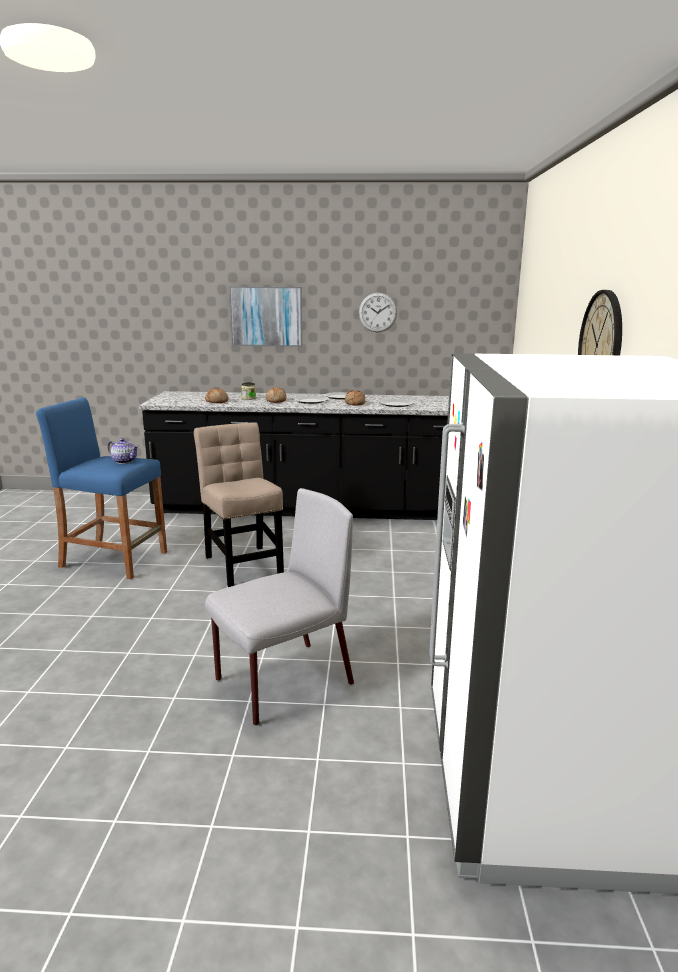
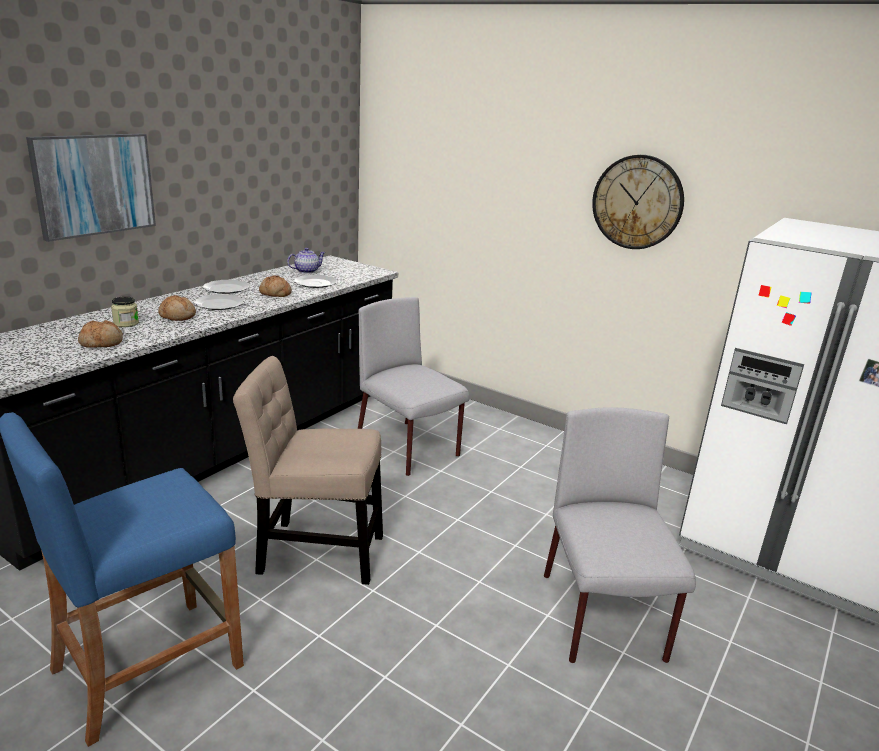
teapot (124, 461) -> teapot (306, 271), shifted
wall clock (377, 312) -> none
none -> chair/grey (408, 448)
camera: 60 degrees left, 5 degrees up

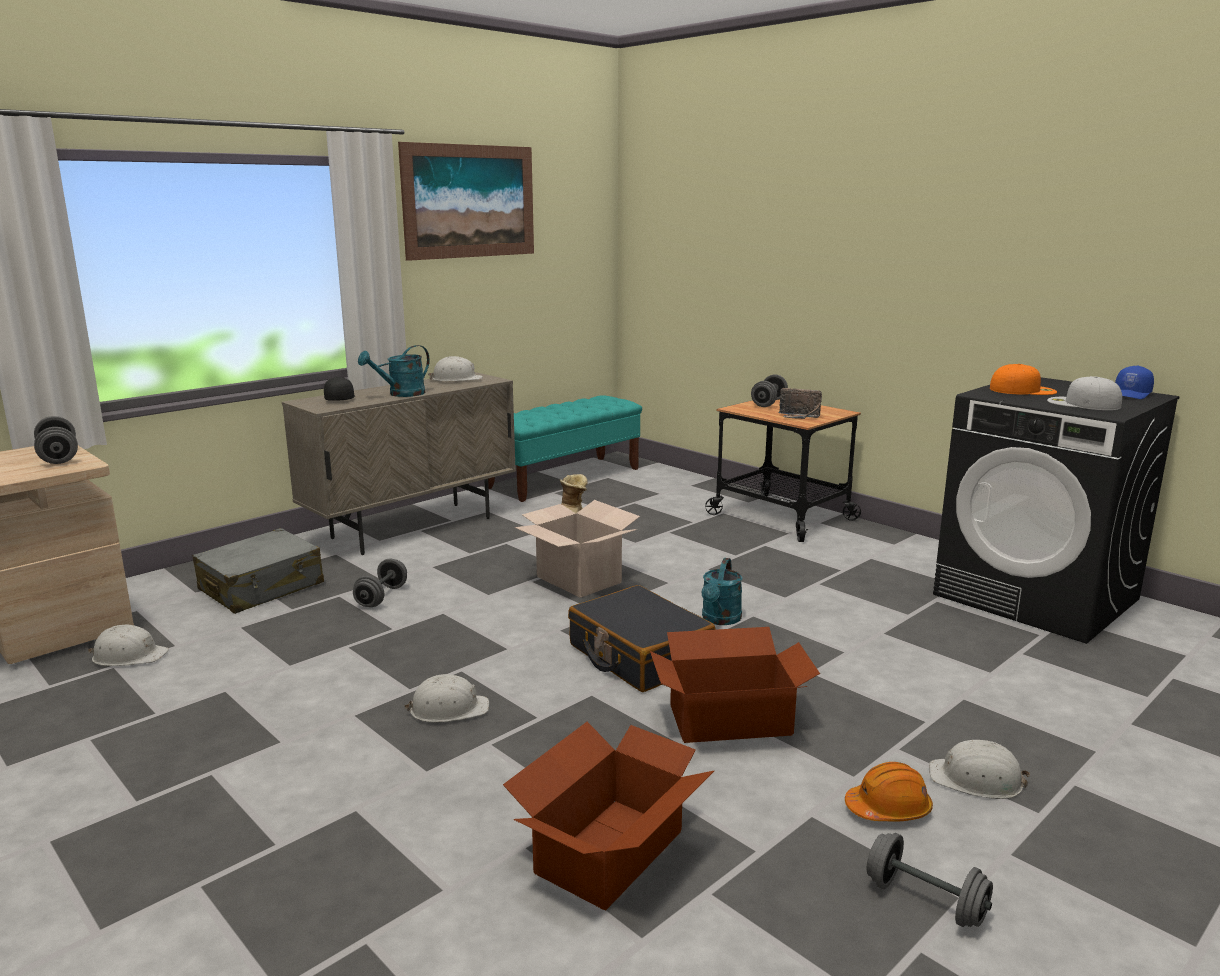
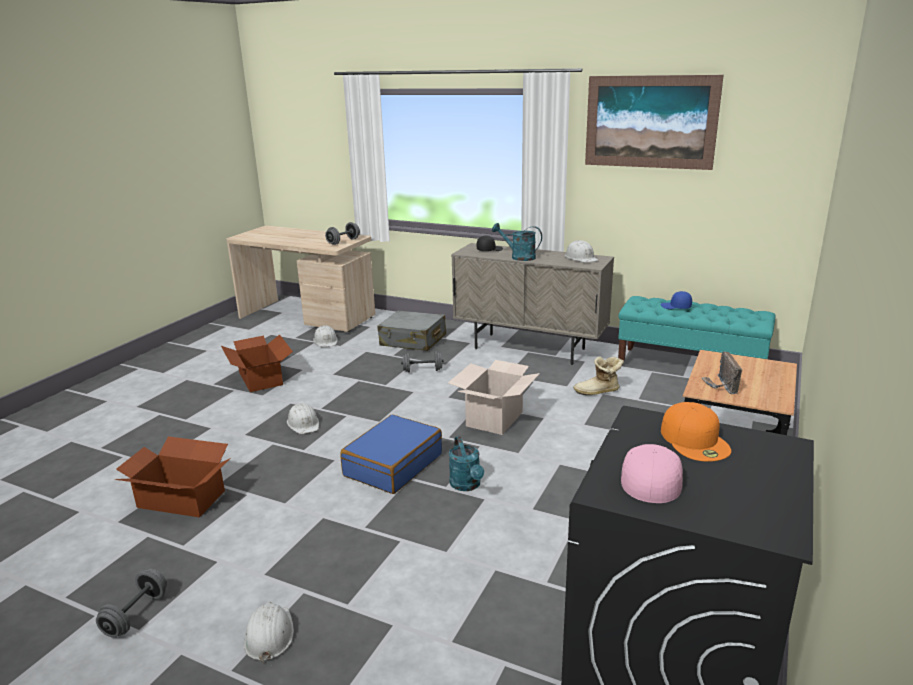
suitcase/black (639, 655) -> suitcase/blue (393, 465)
cardboard box (728, 719) -> cardboard box (261, 378), shifted
watering can/turquoise (720, 620) -> watering can/turquoise (467, 485), 105 degrees counterclockwise
dumbbell/grey (768, 403) -> none
hard hat/orange (888, 809) -> none
cap/white (1082, 403) -> cap/pink (650, 477)
cap/blue (1131, 394) -> cap/blue (676, 307), shifted
camera: 70 degrees right, 5 degrees up

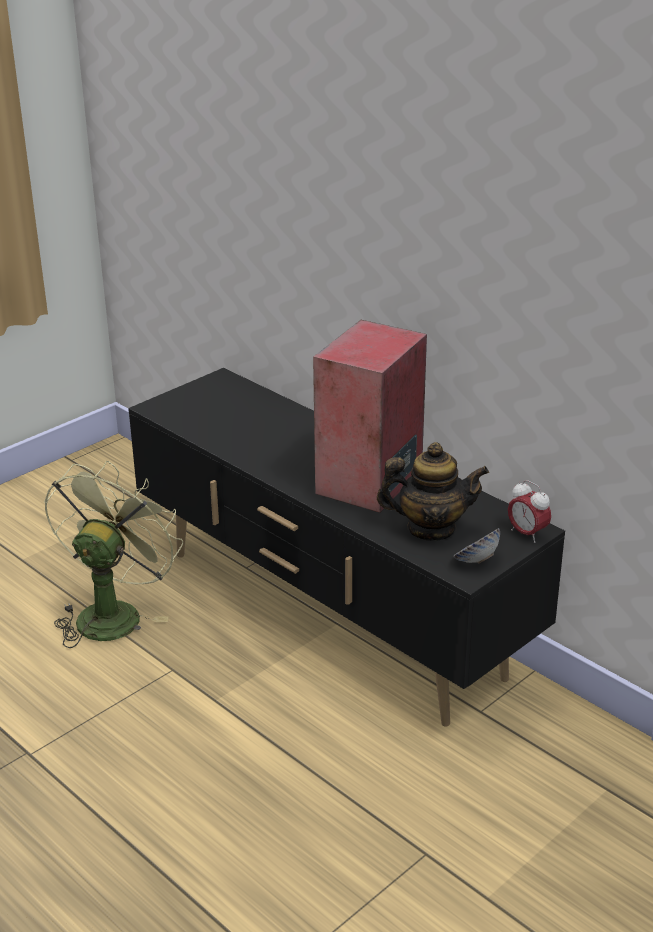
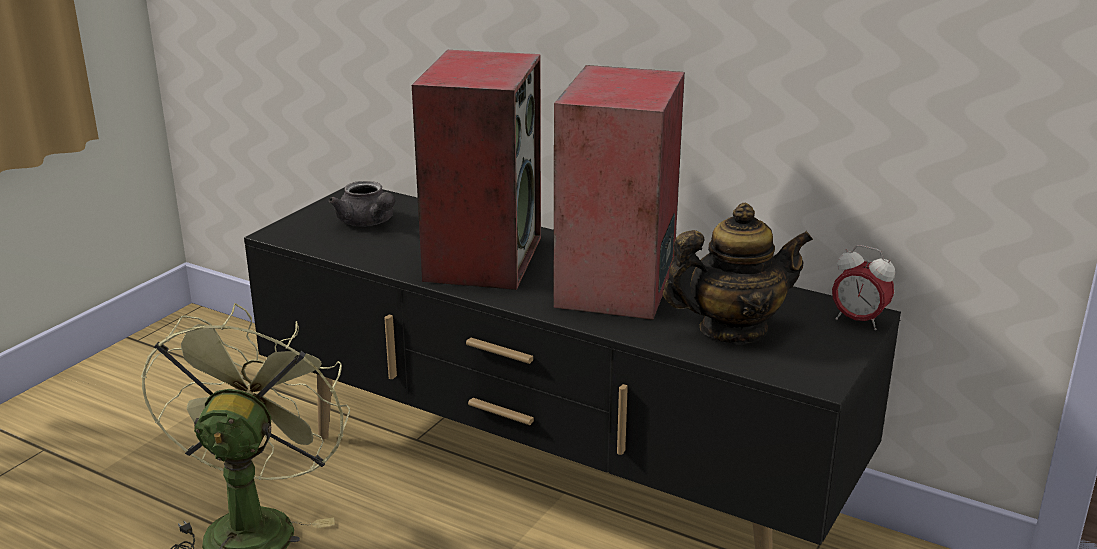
bowl (476, 561) -> none
none -> teapot/grey (368, 223)
none -> speaker (482, 257)
camera: 15 degrees left, 5 degrees down

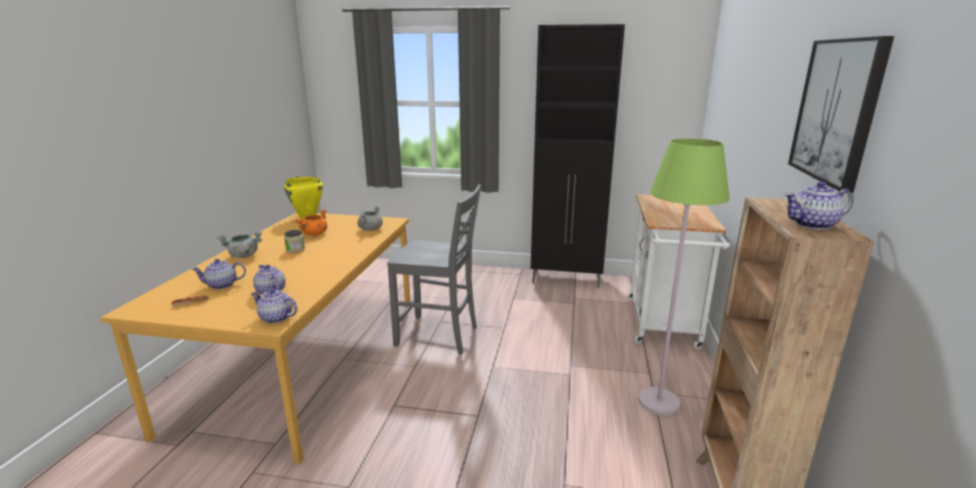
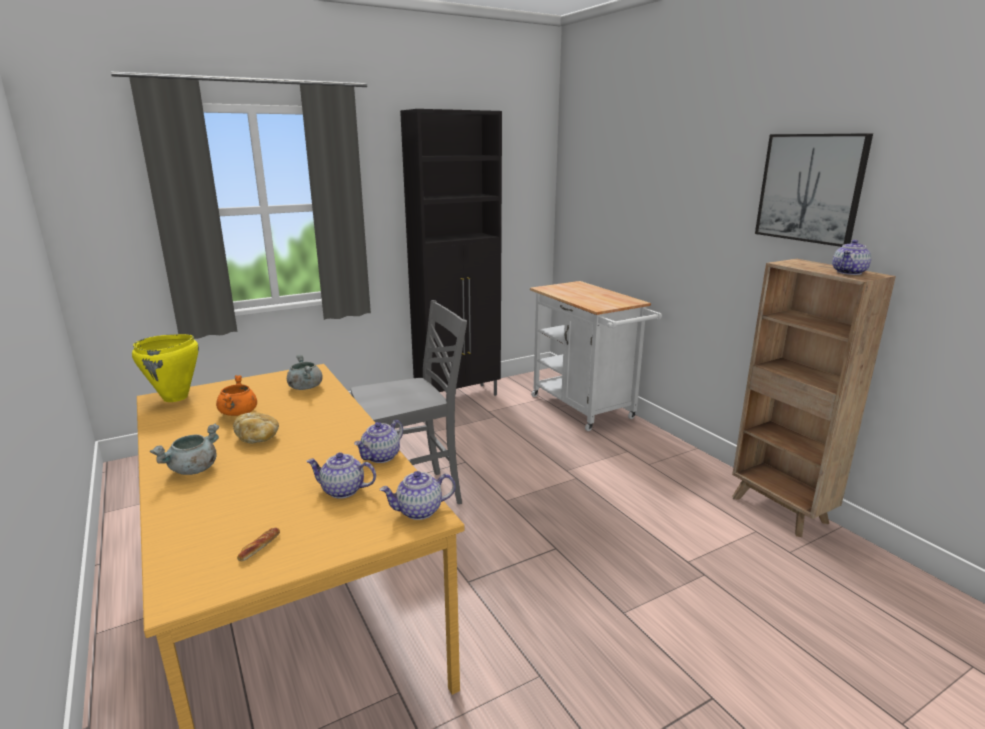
teapot (221, 285) -> teapot (381, 457), shifted
jar (295, 250) -> bread (258, 438)
floor lamp/green (659, 402) -> none
camera: 40 degrees left, 0 degrees up

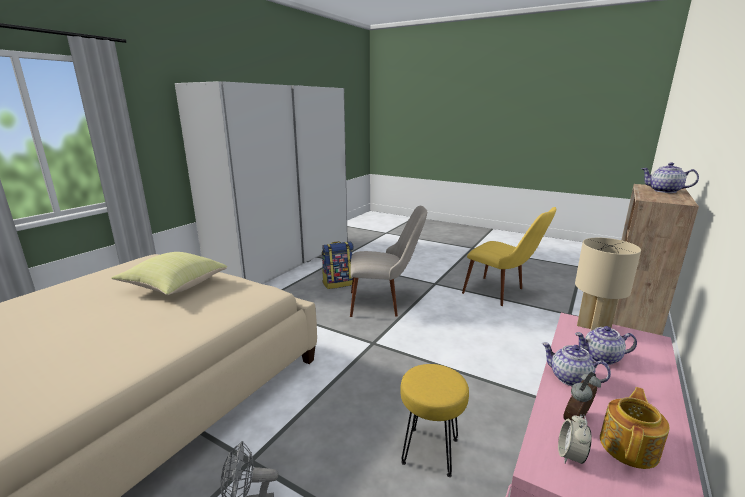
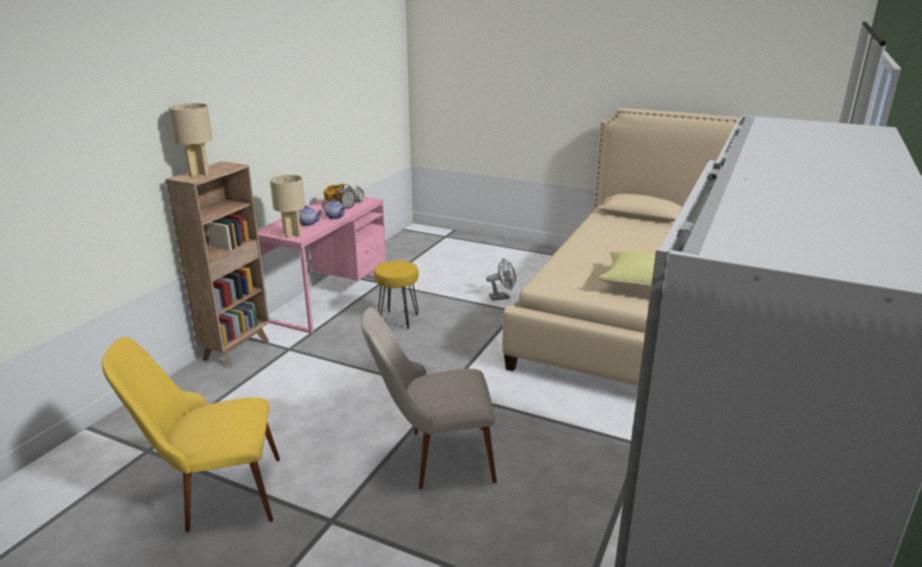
backpack (338, 283) -> none
chair/yellow (502, 294) -> chair/yellow (214, 495), 45 degrees counterclockwise
teapot (664, 191) -> table lamp/beige (199, 173)
camera: 175 degrees right, 5 degrees up

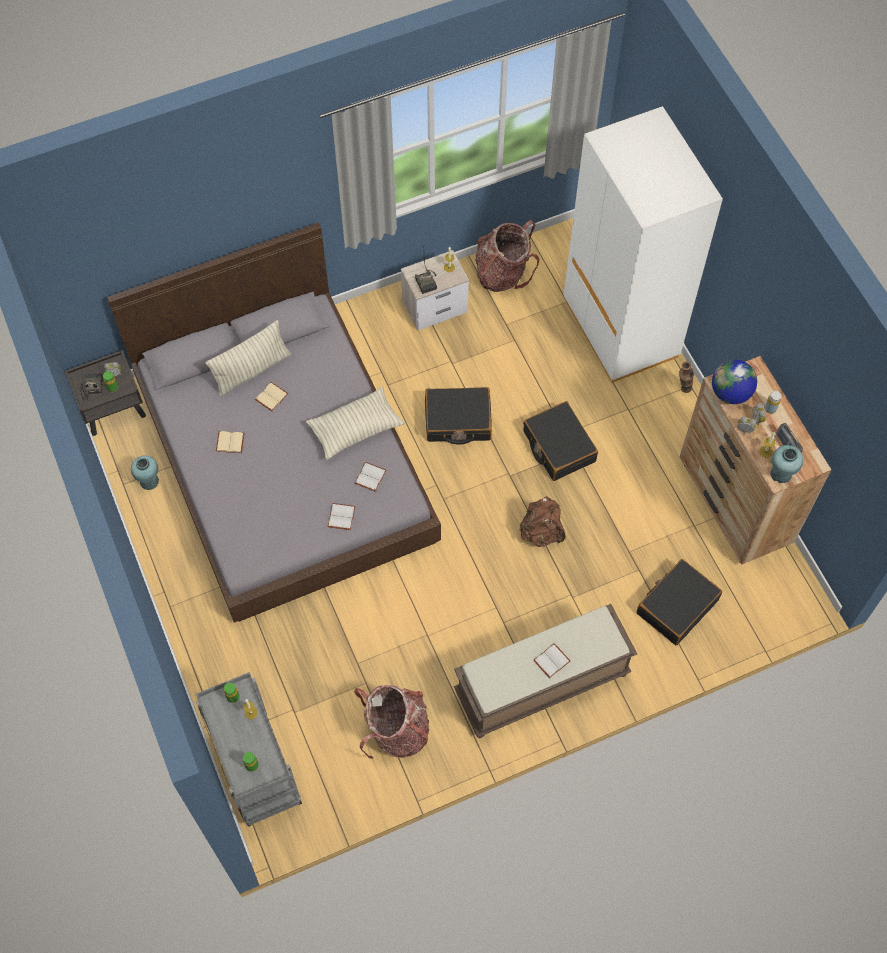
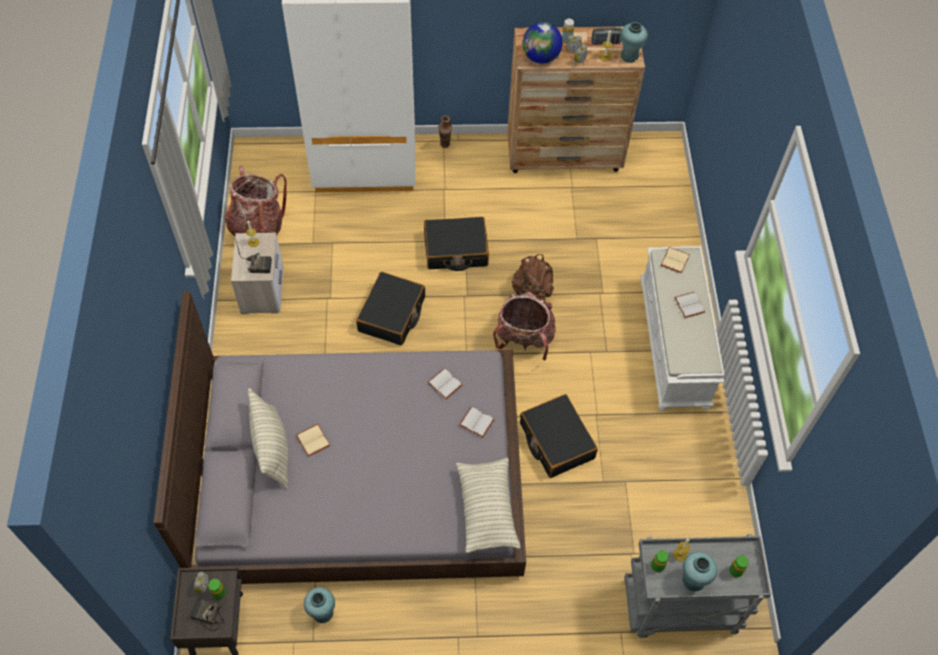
book/beige (230, 442) -> book/beige (674, 260), shifted
pillow (355, 429) -> pillow (487, 509), shifted
backpack (396, 730) -> backpack (523, 339), shifted
bench/brown (541, 684) -> bench/white (674, 344)
suitcase/black (676, 606) -> suitcase/black (556, 441), shifted
none -> vase/turquoise (693, 580)
camera: 70 degrees left, 5 degrees down

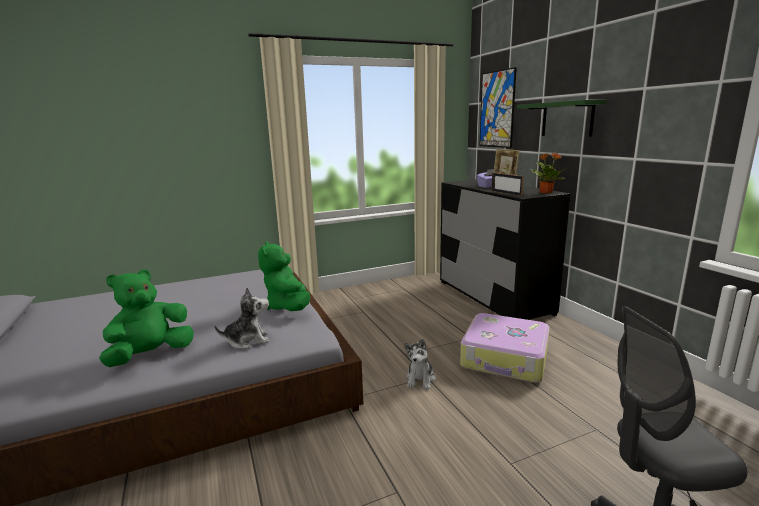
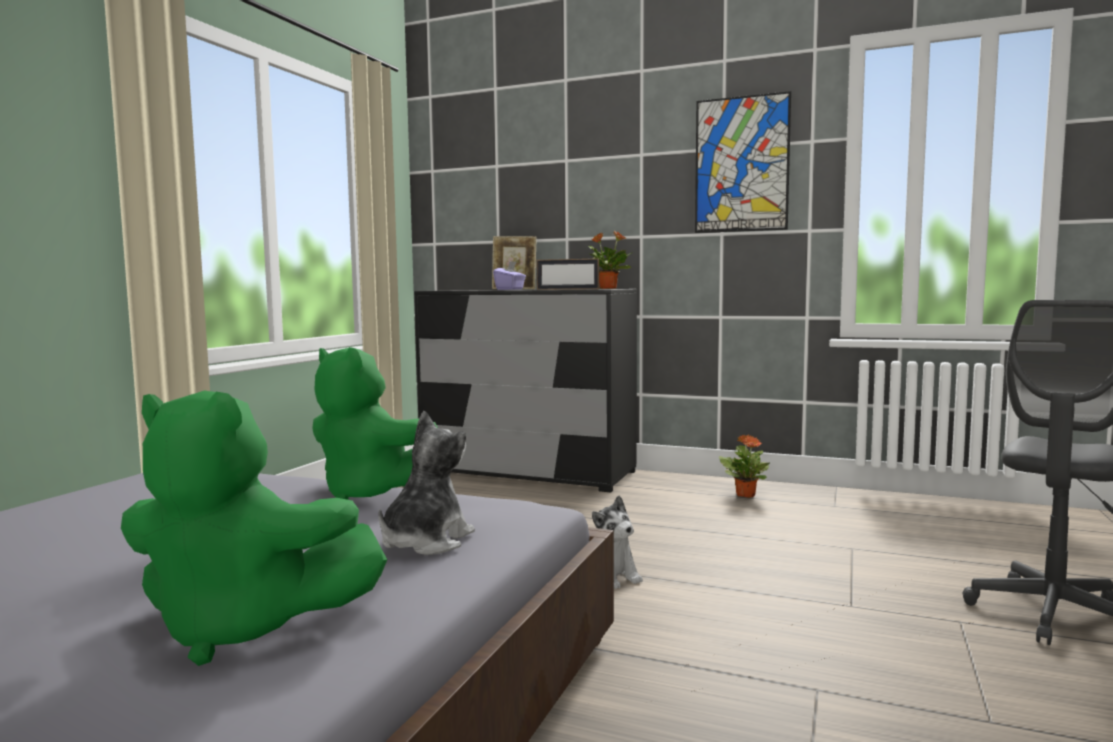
plush toy/green (151, 355) -> plush toy/green (244, 628), 75 degrees counterclockwise
suitcase (505, 358) -> none
picture (497, 109) -> picture (741, 164), shifted
shelf/green (567, 119) -> none
none -> potted plant (745, 495)
camera: 45 degrees left, 10 degrees down

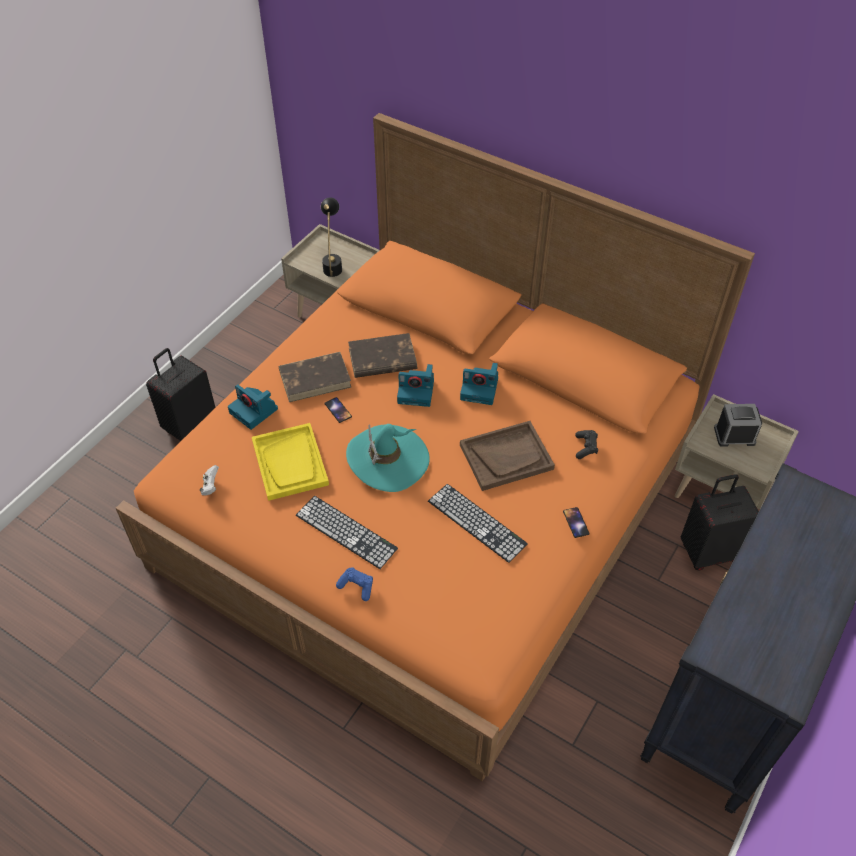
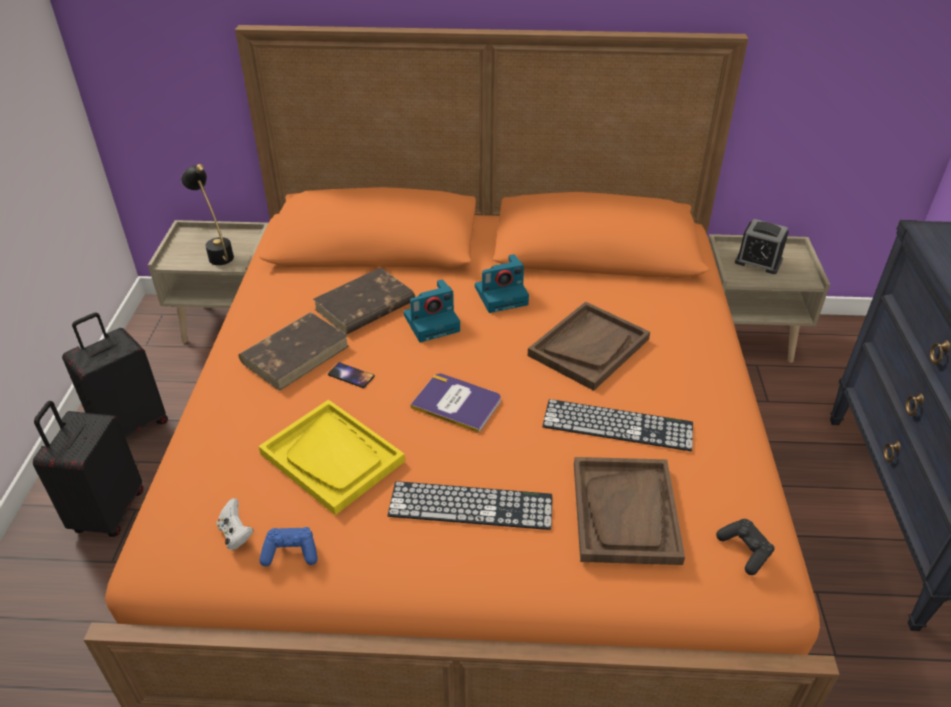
photo camera (254, 411) -> none
game controller/blue (357, 586) -> game controller/blue (291, 552), shifted
hat/turquoise (388, 459) -> book (457, 403)
phone (575, 522) -> none
game controller/black (585, 447) -> game controller/black (744, 551), shifted
suitcase/black (709, 552) -> suitcase/black (131, 425), shifted
alarm clock (734, 435) -> alarm clock (758, 261), 120 degrees counterclockwise
none -> tray/brown (625, 512)
camera: 30 degrees left, 10 degrees down

